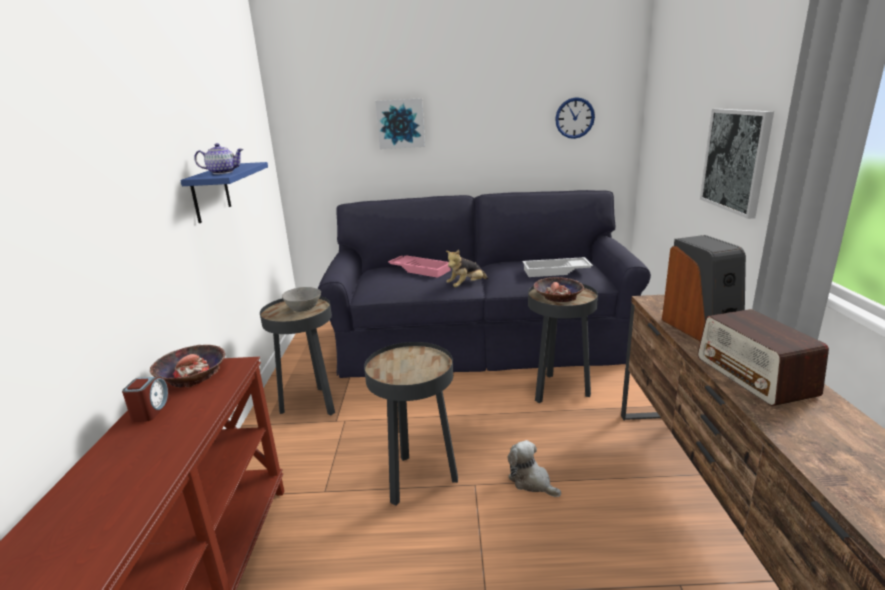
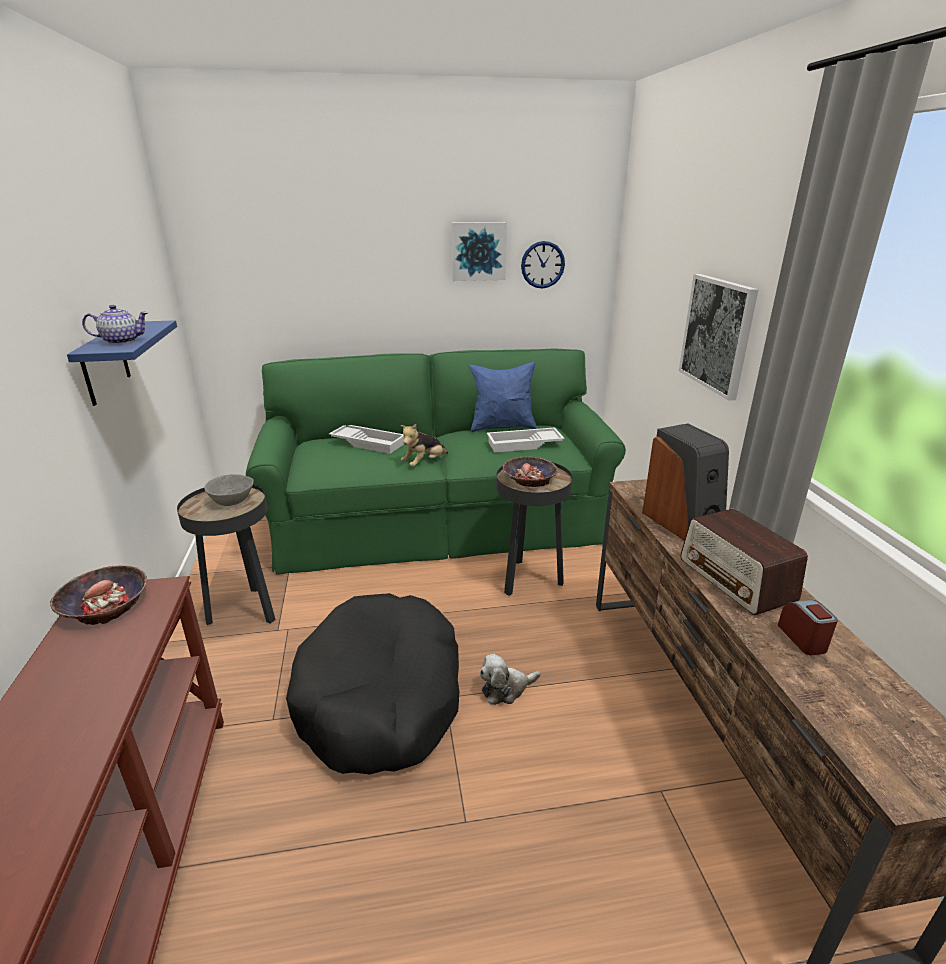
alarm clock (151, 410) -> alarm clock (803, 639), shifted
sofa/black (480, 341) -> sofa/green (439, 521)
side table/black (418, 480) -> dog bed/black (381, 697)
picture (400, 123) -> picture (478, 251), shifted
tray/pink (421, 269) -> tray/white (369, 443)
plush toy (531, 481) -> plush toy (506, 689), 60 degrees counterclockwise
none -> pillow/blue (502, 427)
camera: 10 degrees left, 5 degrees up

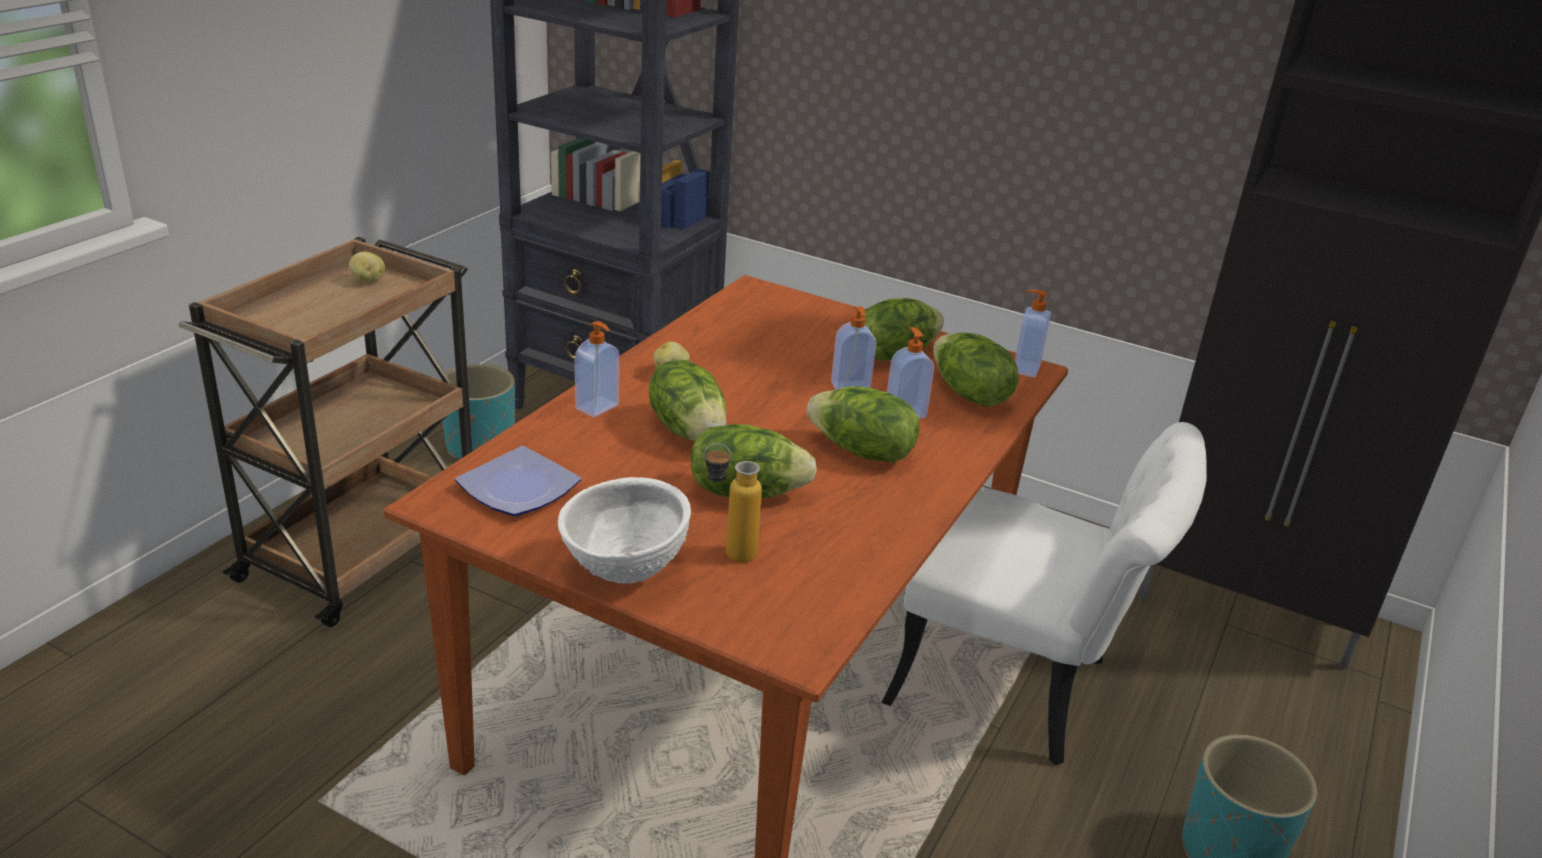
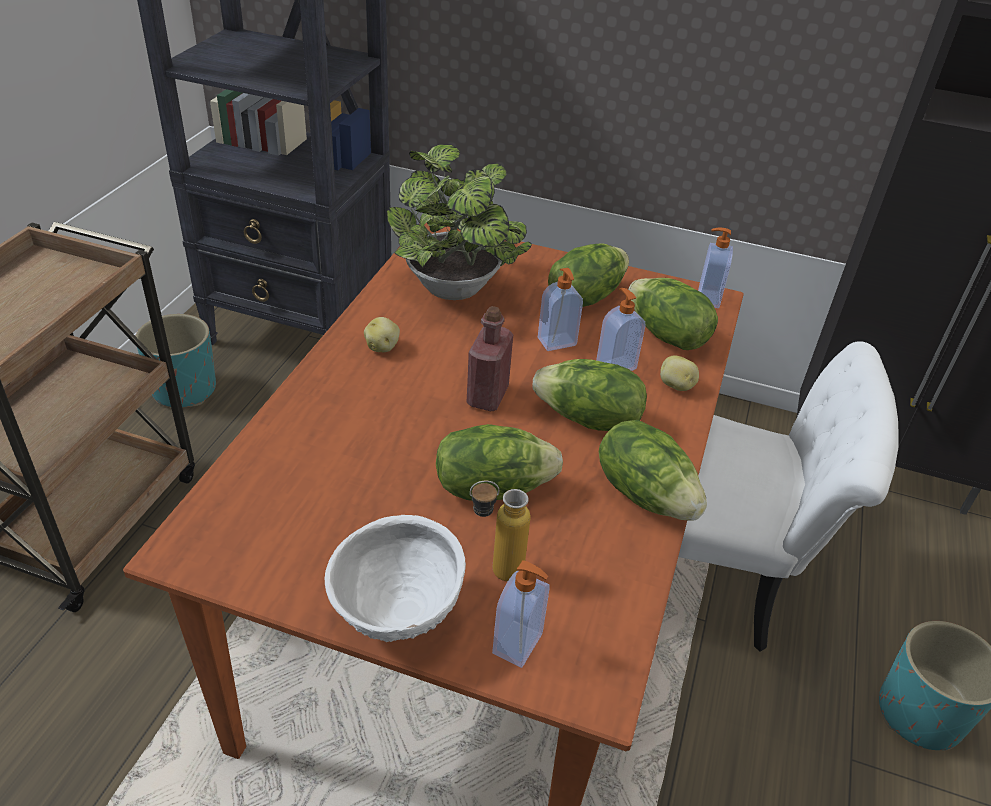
potato (368, 280) -> potato (676, 386), shifted
plate (521, 488) -> none
soap dispenser (598, 407) -> soap dispenser (519, 645), shifted
lettuce (689, 430) -> lettuce (646, 494), shifted
none -> potted plant (456, 292)
none -> bottle/red (487, 396)
camera: 10 degrees left, 10 degrees up

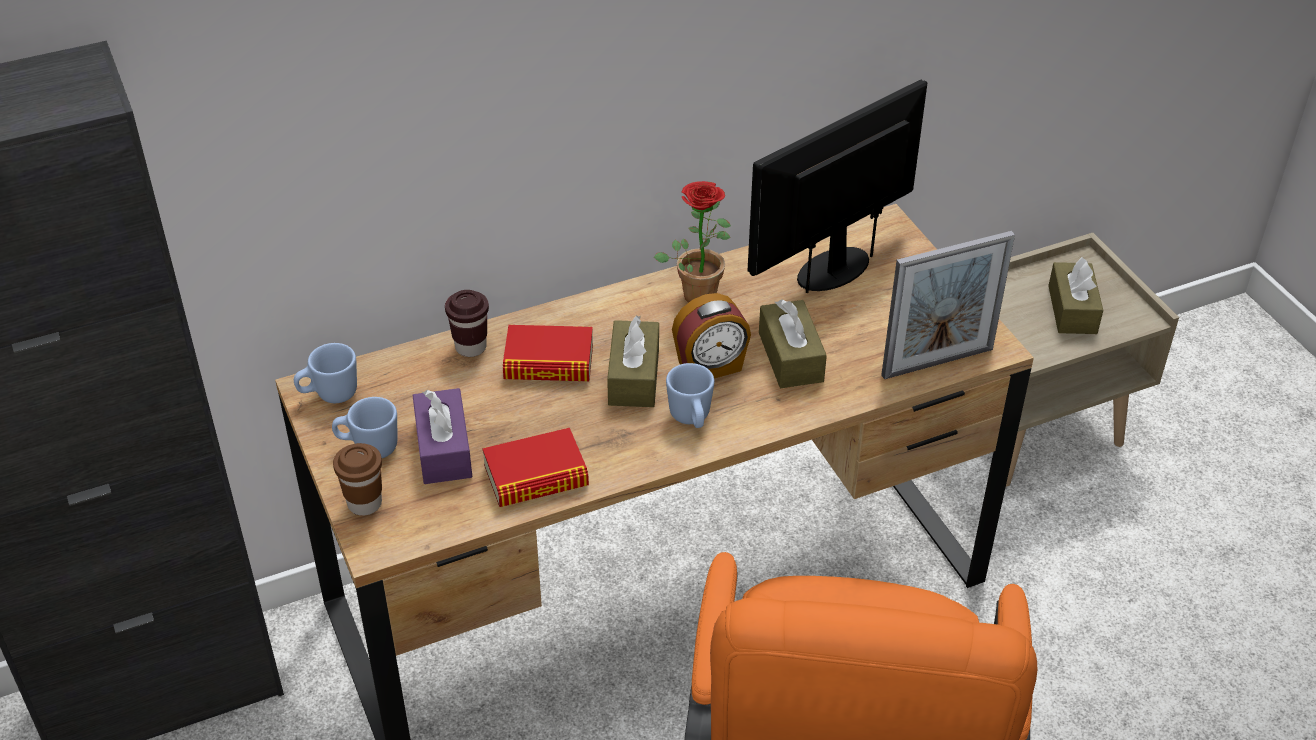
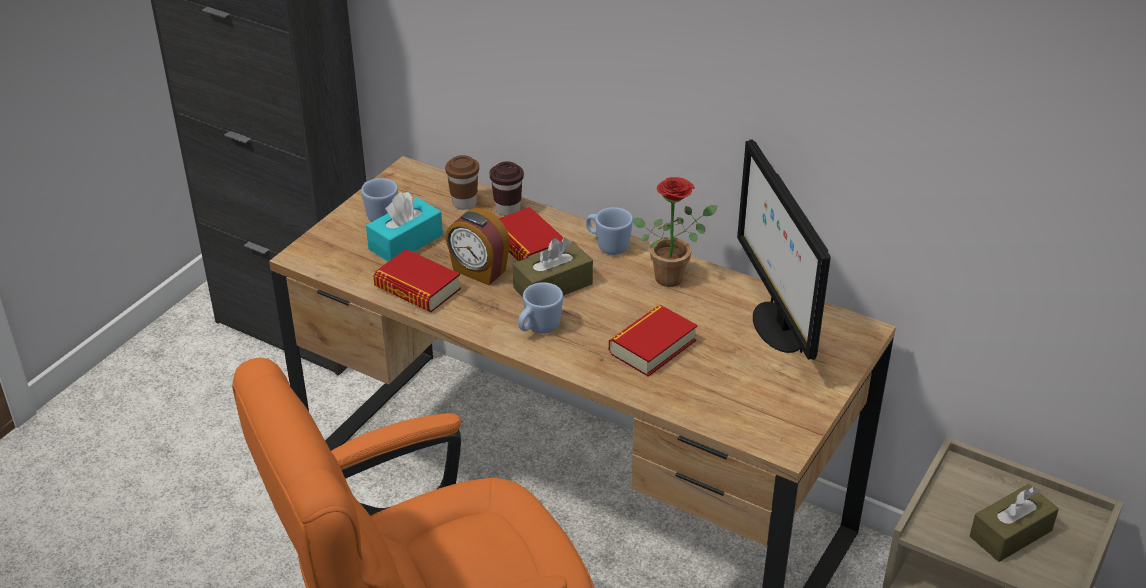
mug/blue (329, 395) -> mug/blue (607, 246), shifted
cup/brown (364, 503) -> cup/brown (464, 203), shifted
tissue box/purple (443, 449) -> tissue box/turquoise (406, 242)
alarm clock (710, 367) -> alarm clock (478, 271), shifted
monitor (833, 268) -> monitor (776, 326), 120 degrees counterclockwise
tissue box/brown (790, 357) -> book (652, 346)
picture frame (937, 362) -> none
camera: 55 degrees right, 5 degrees down

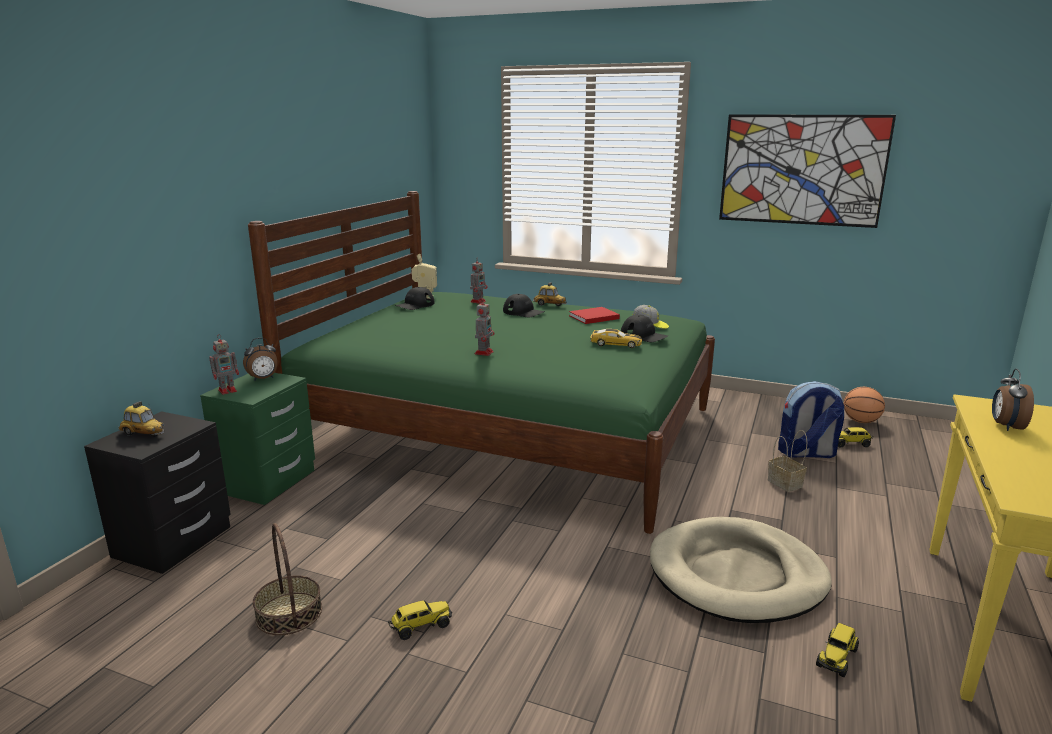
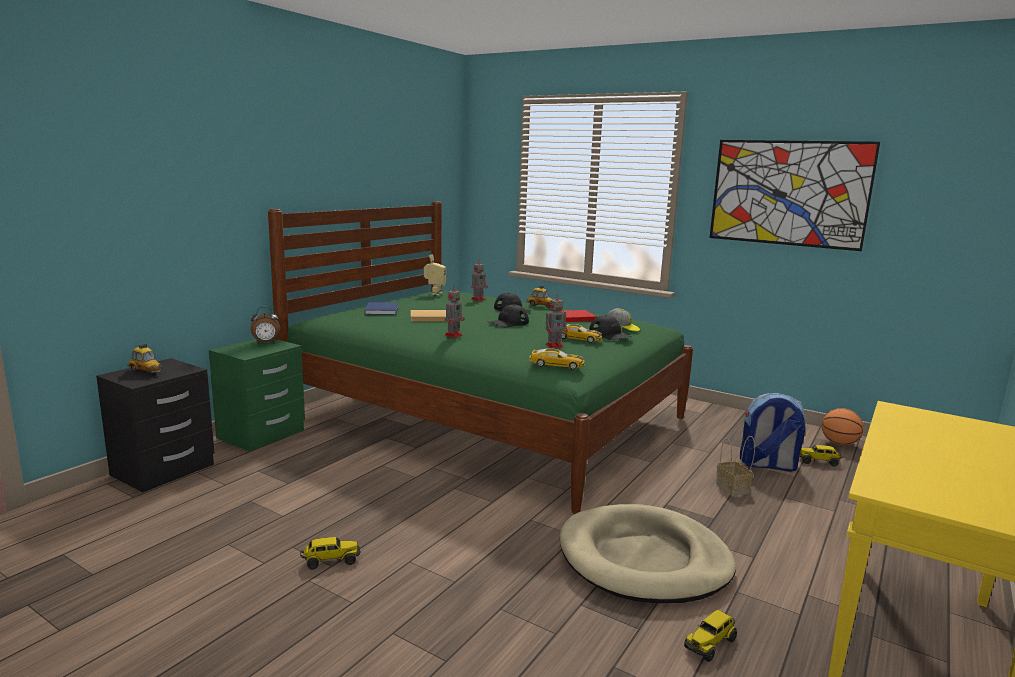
toy robot (228, 390) -> toy robot (555, 345), shifted
basket (289, 613) -> none
cap/black (415, 305) -> cap/black (508, 323), shifted
alarm clock (1005, 426) -> none
none -> book/blue (382, 310)
none -> book/beige (428, 317)
none -> toy car (556, 365)
camera: 10 degrees right, 5 degrees down

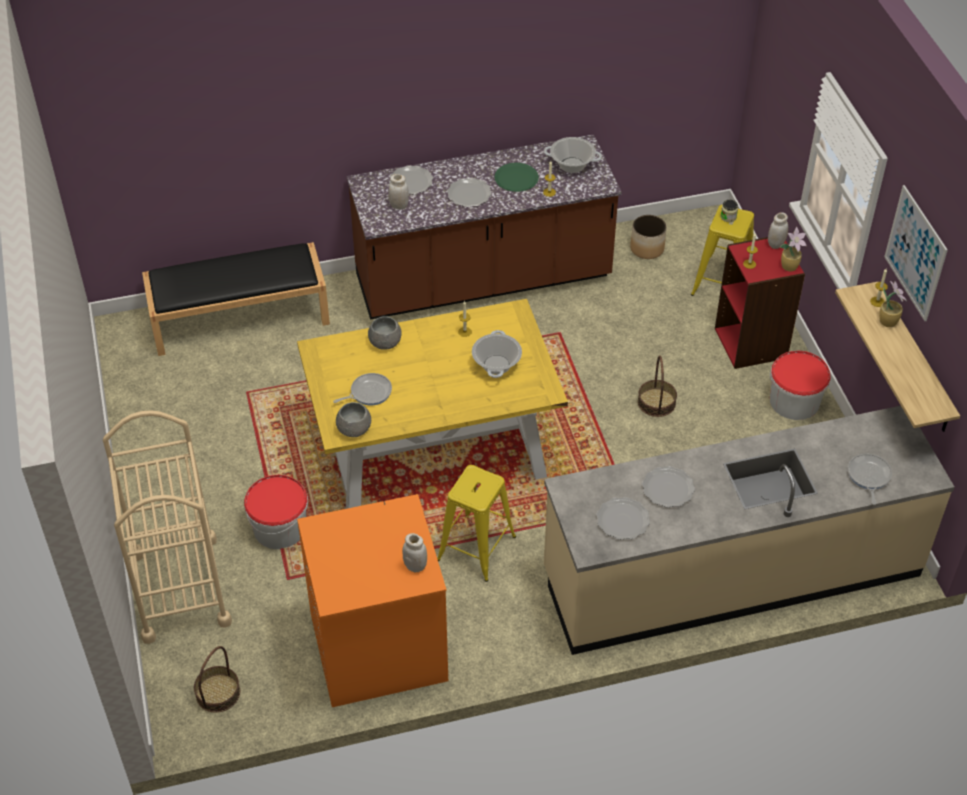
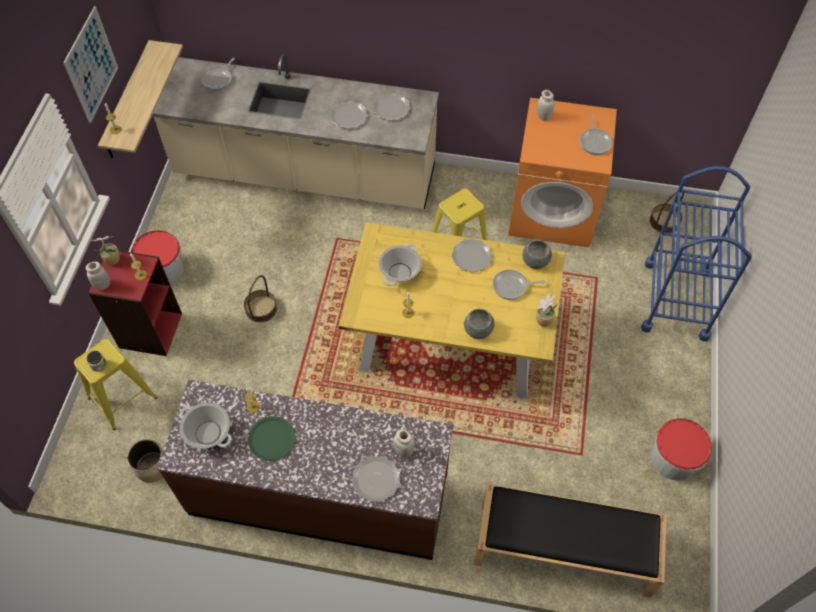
cart/beige (180, 588) -> cart/blue (676, 300)
bucket (280, 527) -> bucket (673, 458), shifted
plate (469, 194) -> plate (471, 257), shifted
potted plant (888, 321) -> potted plant (543, 321), shifted
none -> frying pan (595, 142)
camera: 155 degrees left, 10 degrees up

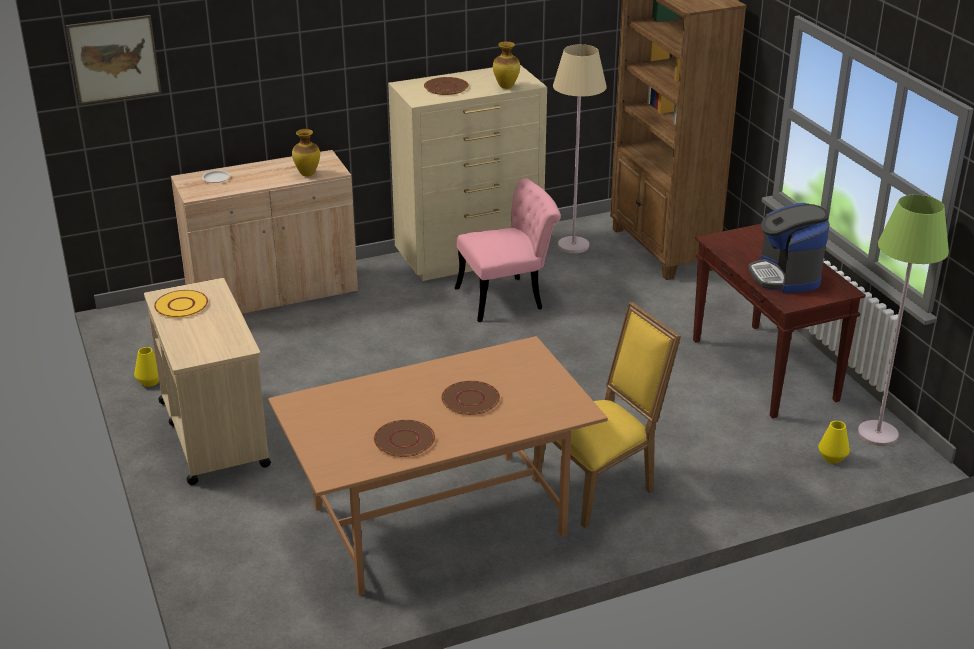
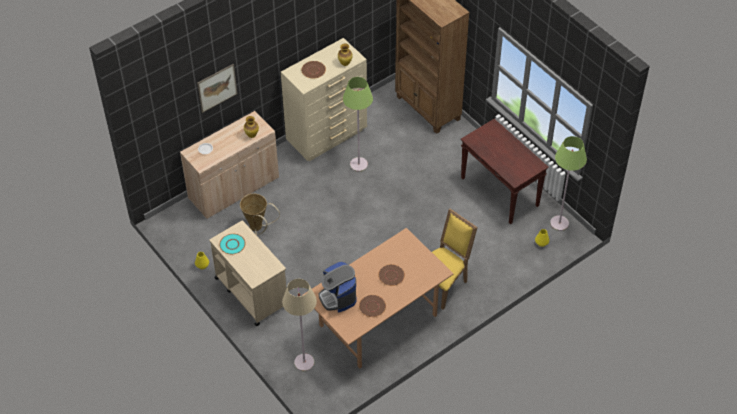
picture (114, 59) -> picture (217, 88), shifted
plate/yellow (181, 305) -> plate/turquoise (232, 244)
chair/pink (508, 297) -> floor lamp/green (359, 165)
floor lamp/beige (573, 246) -> floor lamp/beige (304, 363), shifted
coffee machine (785, 276) -> coffee machine (338, 297), shifted
none -> basket (258, 228)
camera: 15 degrees left, 20 degrees up

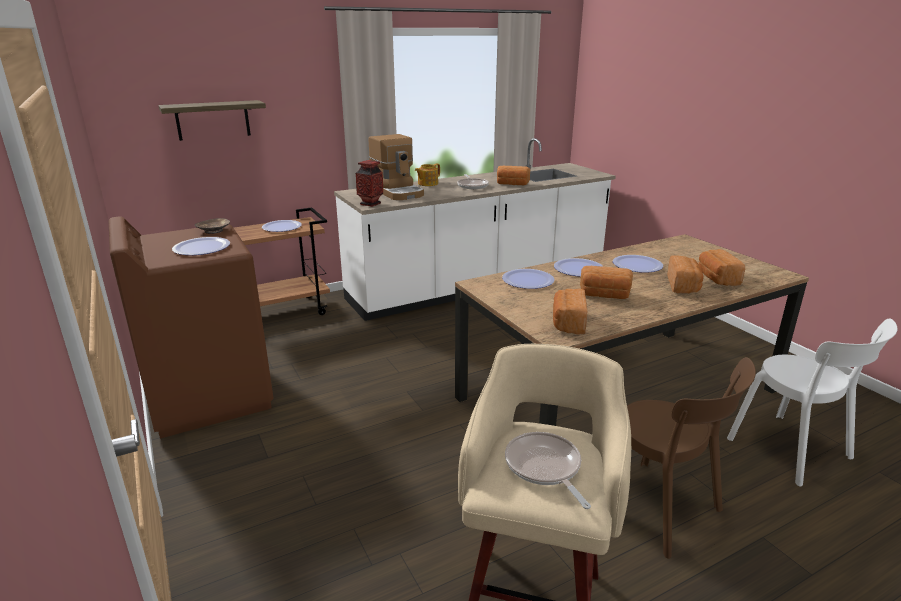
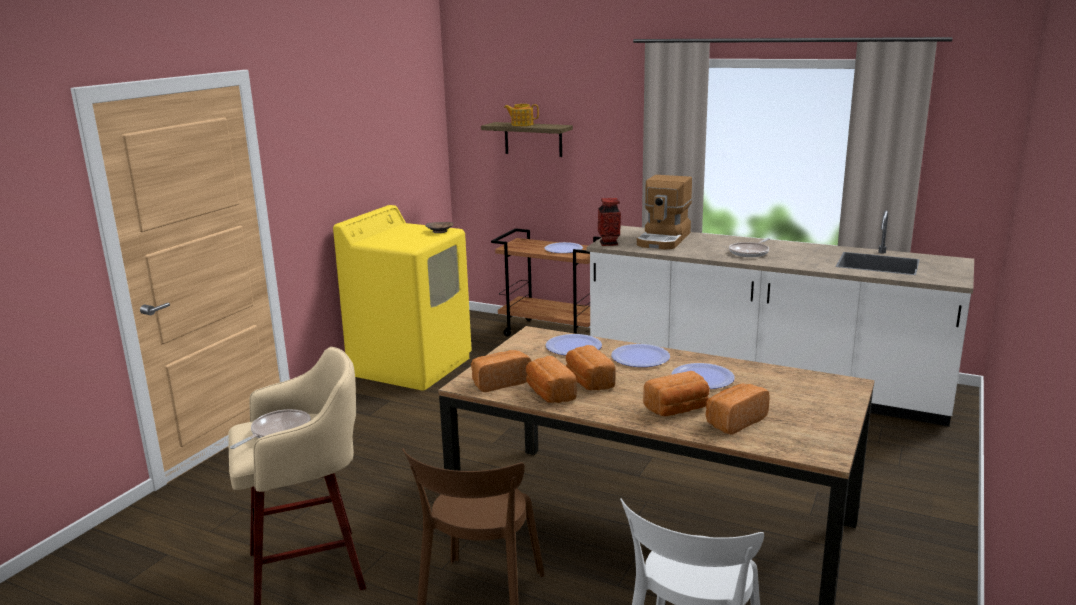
washing machine/brown (209, 396) -> washing machine/yellow (411, 366)
plate (201, 248) -> none
teapot (427, 184) -> teapot (522, 124), shifted
bread (512, 184) -> bread (549, 394), shifted
camera: 55 degrees right, 5 degrees down

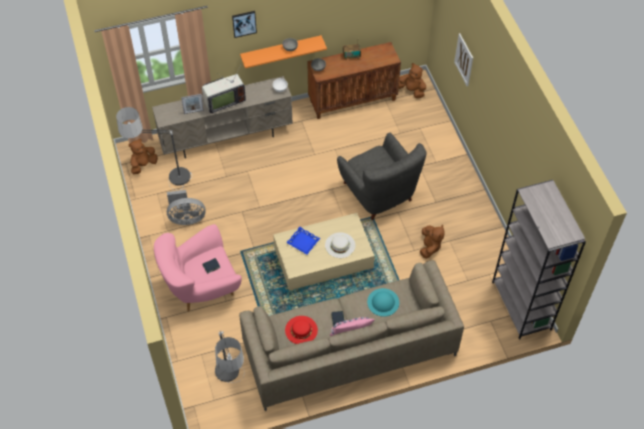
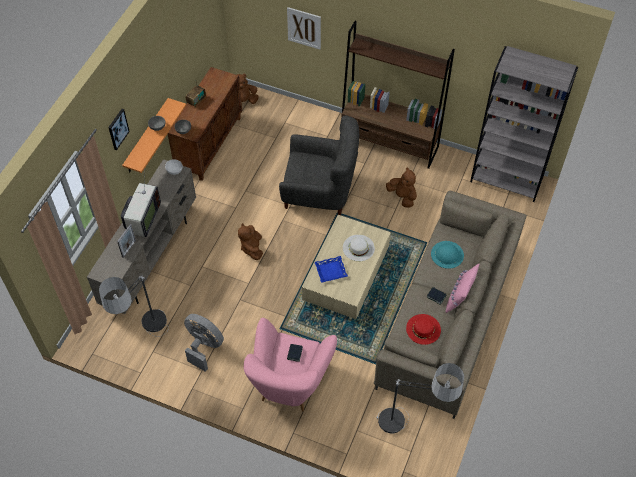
plush toy/brown (143, 165) -> plush toy/brown (252, 248), shifted
fan/grey (186, 218) -> fan/grey (204, 346), 90 degrees counterclockwise
none -> bookcase/brown (389, 143)
camera: 50 degrees left, 0 degrees up

